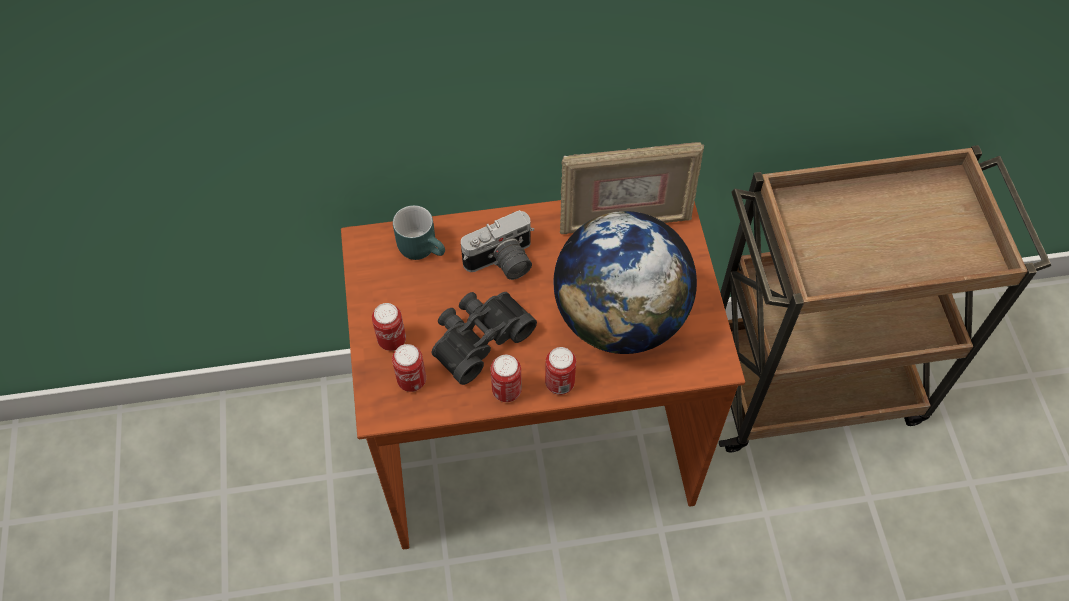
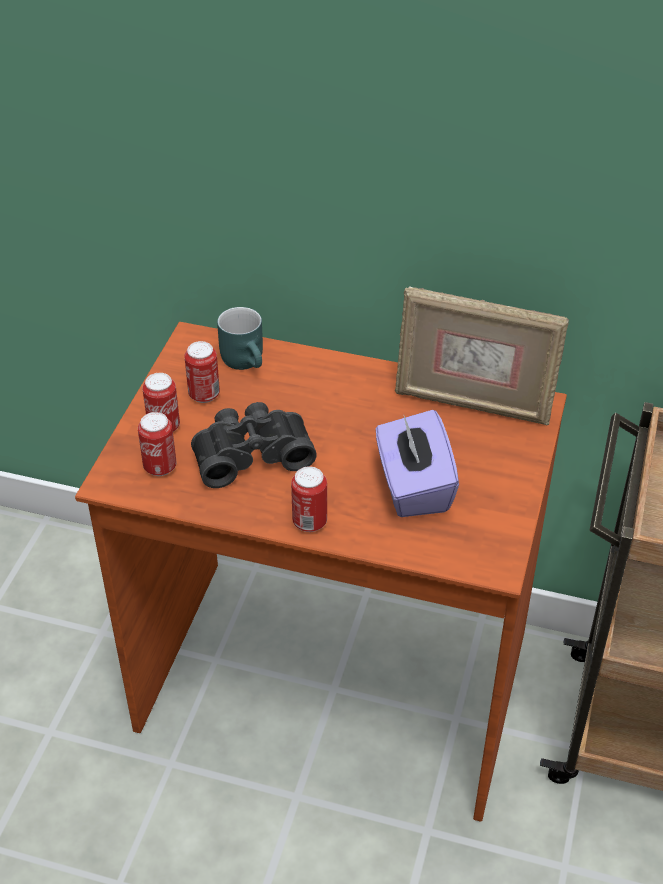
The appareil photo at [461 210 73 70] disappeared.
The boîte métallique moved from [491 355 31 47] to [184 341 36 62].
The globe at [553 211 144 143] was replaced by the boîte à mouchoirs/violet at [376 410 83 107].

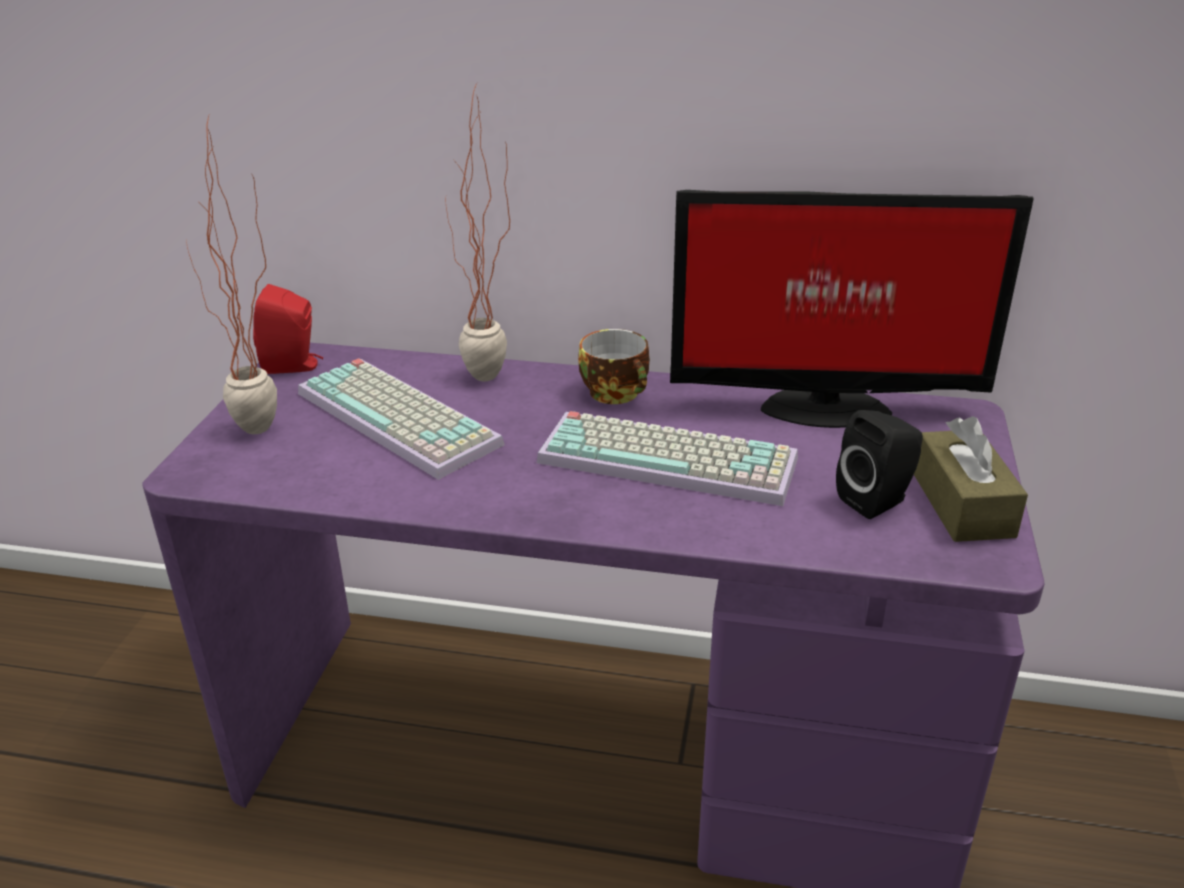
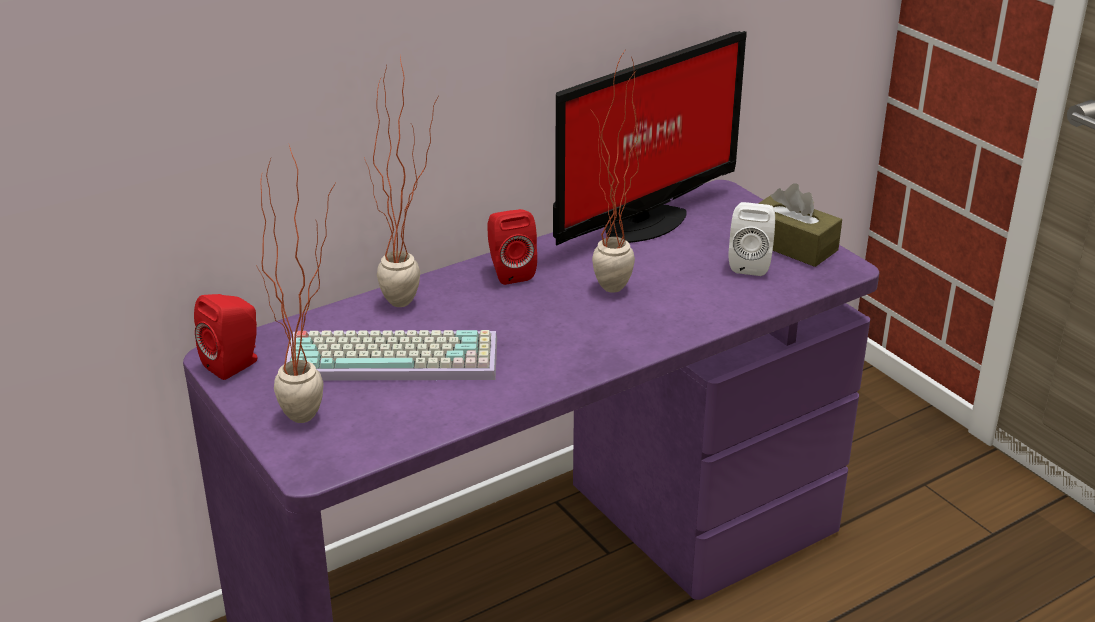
The clavier at [537 411 261 95] was replaced by the plante en pot at [591 48 48 245].
The tasse at [578 329 72 75] was replaced by the enceinte/rouge at [487 209 50 76].
The enceinte/noir at [836 410 87 109] became the enceinte/blanc at [729 202 46 74].

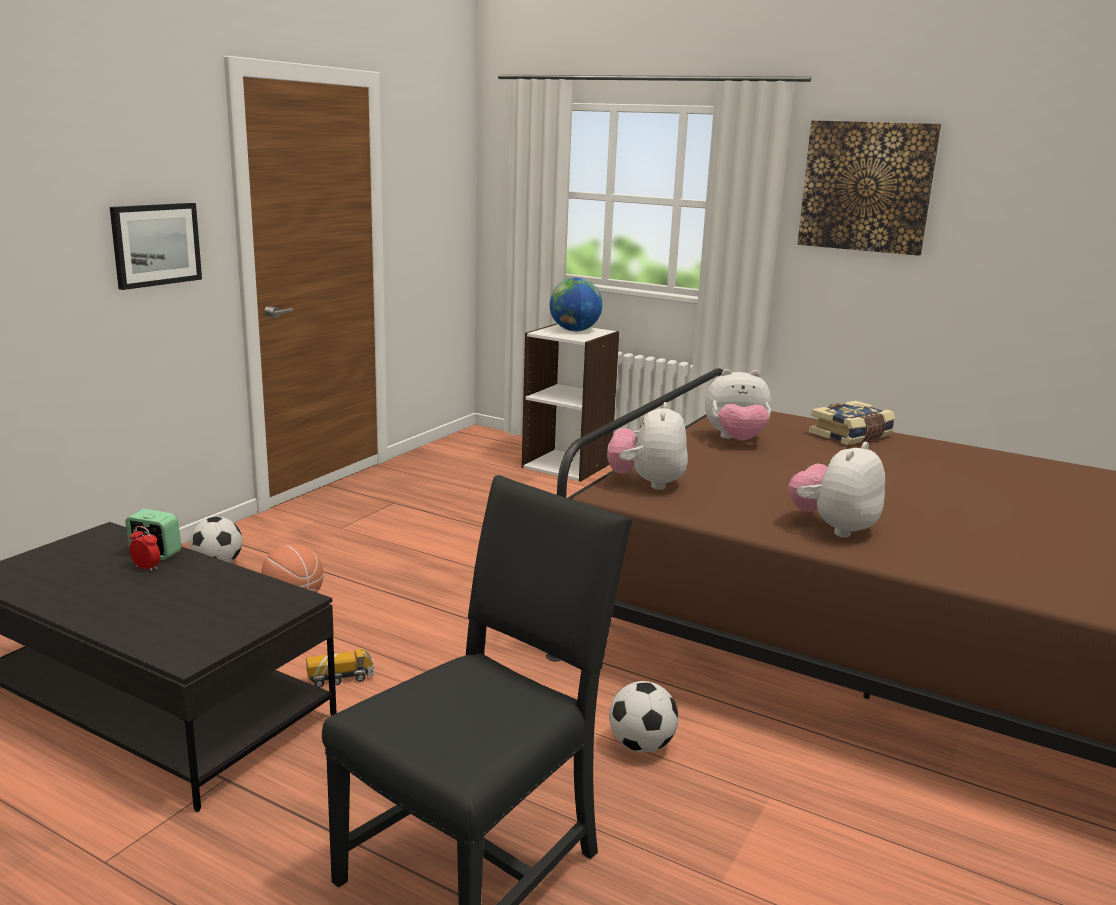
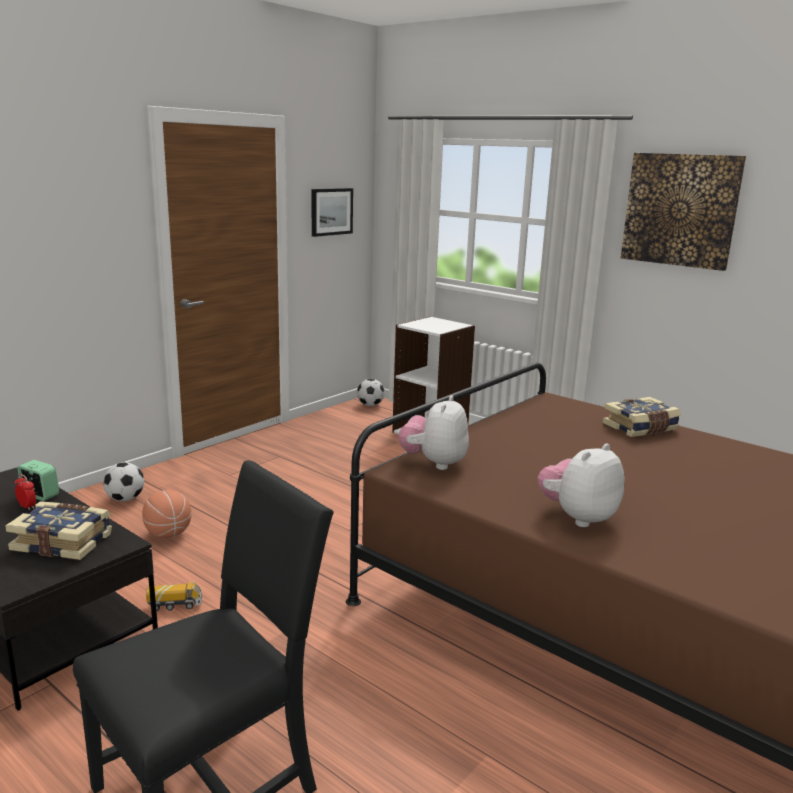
The tableau moved from [110 203 92 87] to [312 188 41 49].
The globe at [550 278 52 53] disappeared.
The ballon de foot moved from [609 681 69 72] to [357 379 28 27].
The peluche at [705 369 66 72] disappeared.
The livre at [5 501 107 59] appeared.

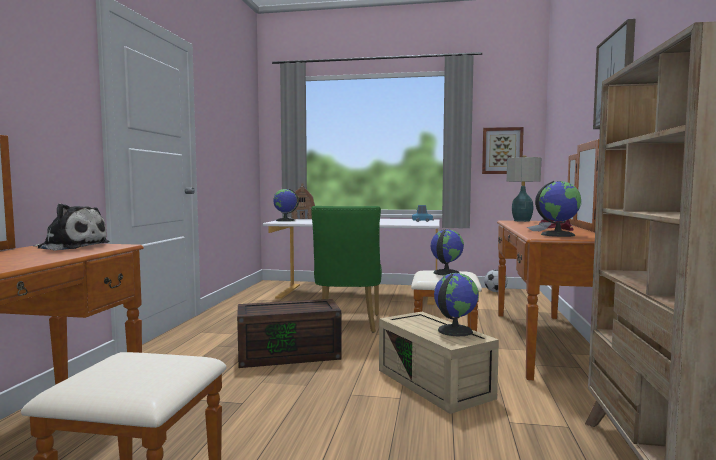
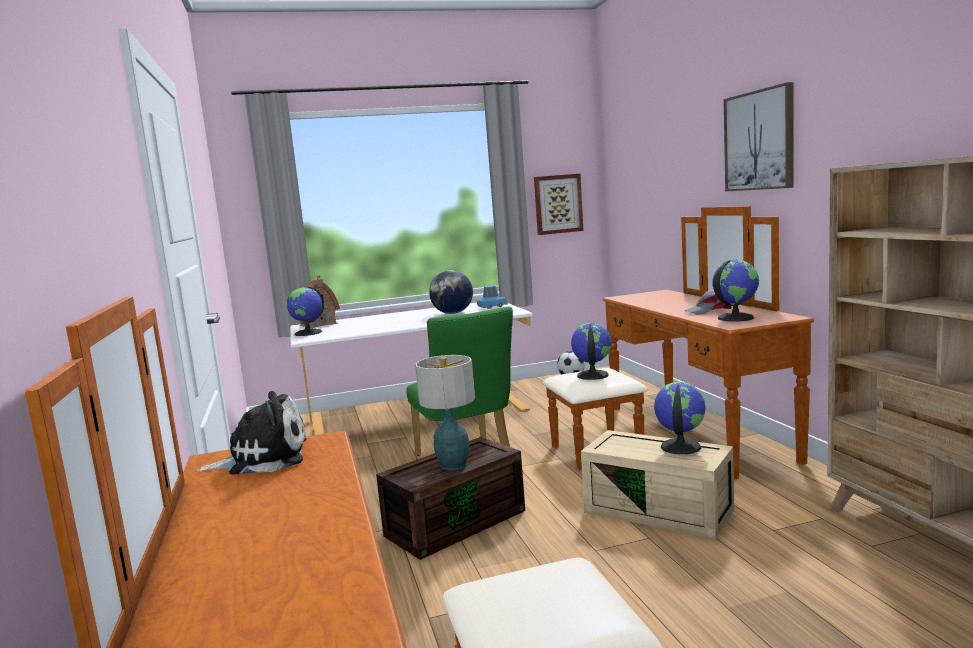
The lampe de table moved from [507 156 34 66] to [415 355 60 116].
The globe at [429 270 44 44] appeared.

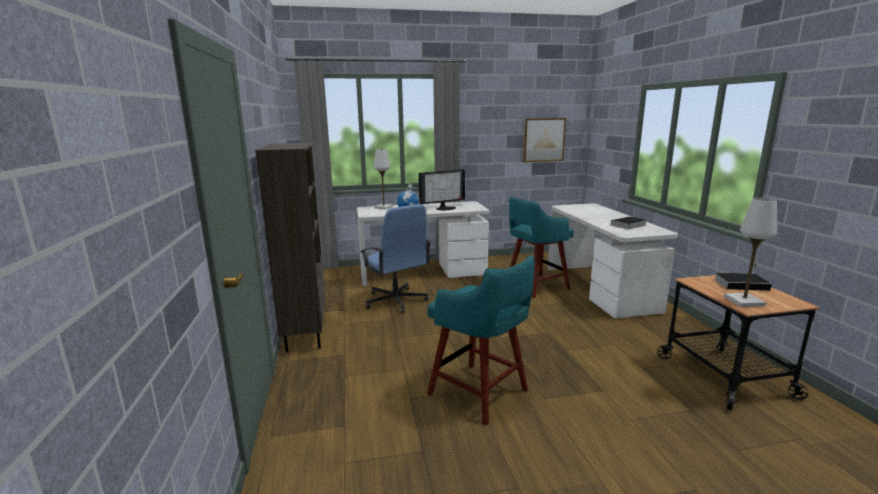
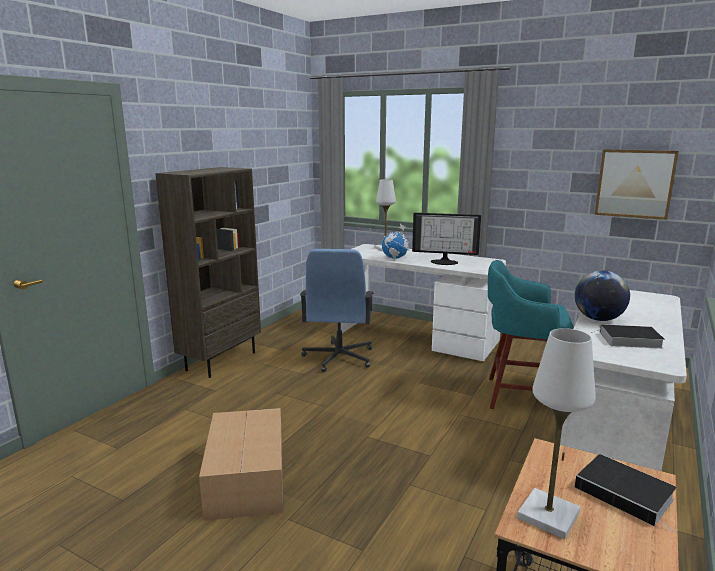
The tabouret/turquoise at [427 255 108 171] was replaced by the carton at [199 408 84 113].
The globe at [575 270 55 51] appeared.

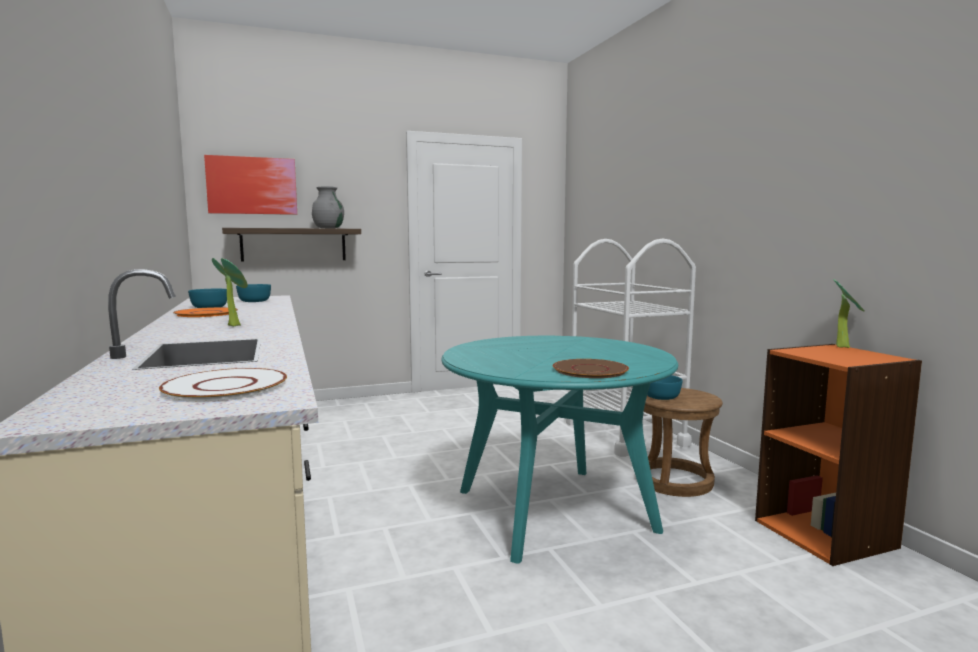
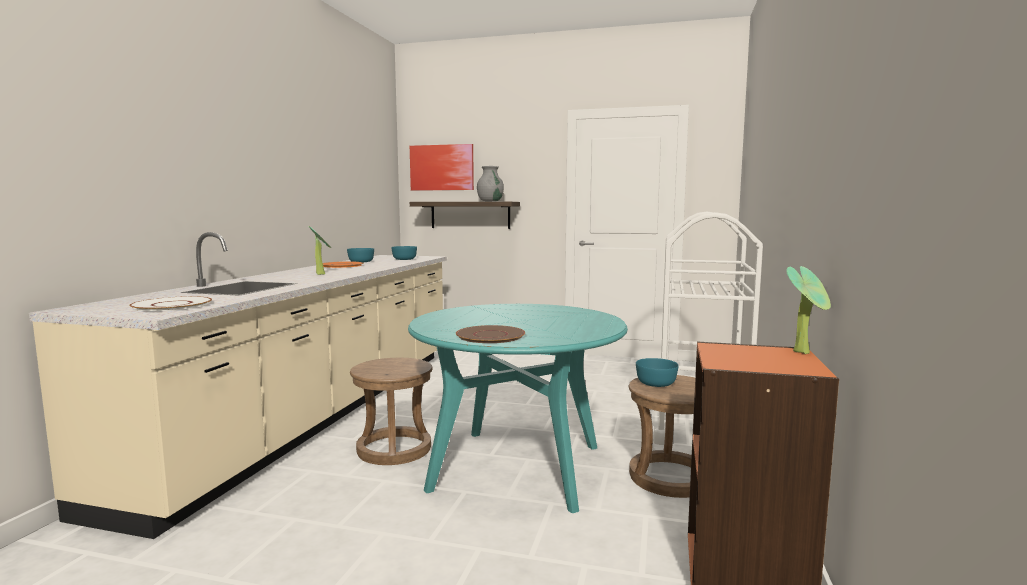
The tabouret/marron at [350 358 83 107] appeared.

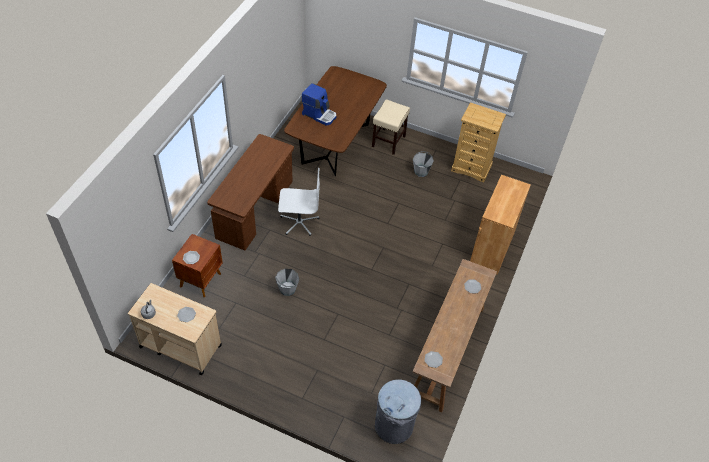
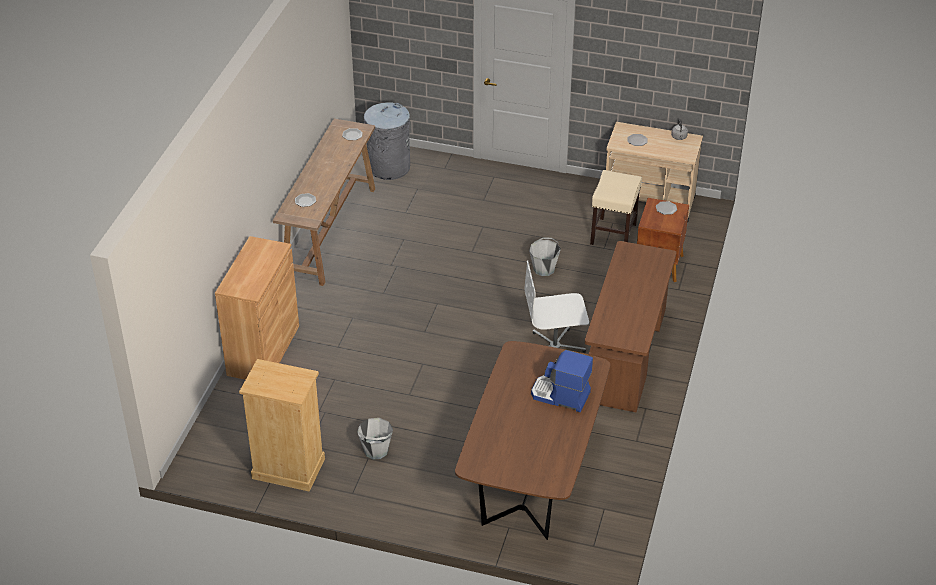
The tabouret/beige moved from [372 99 38 56] to [590 170 52 75].

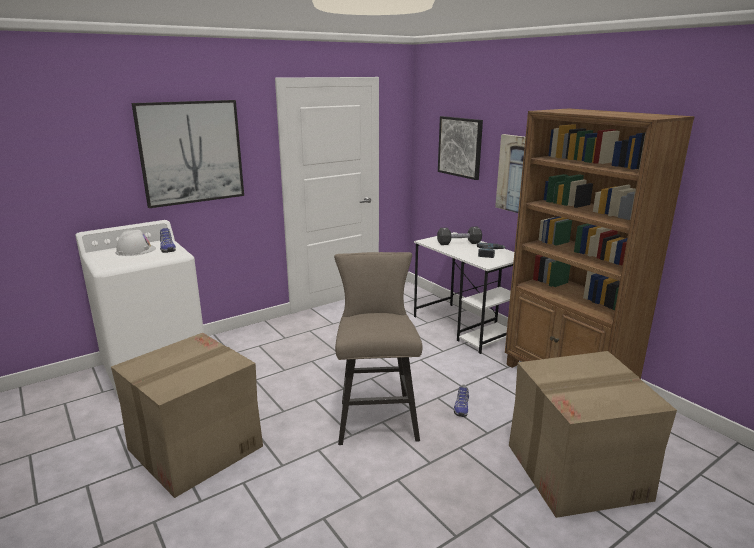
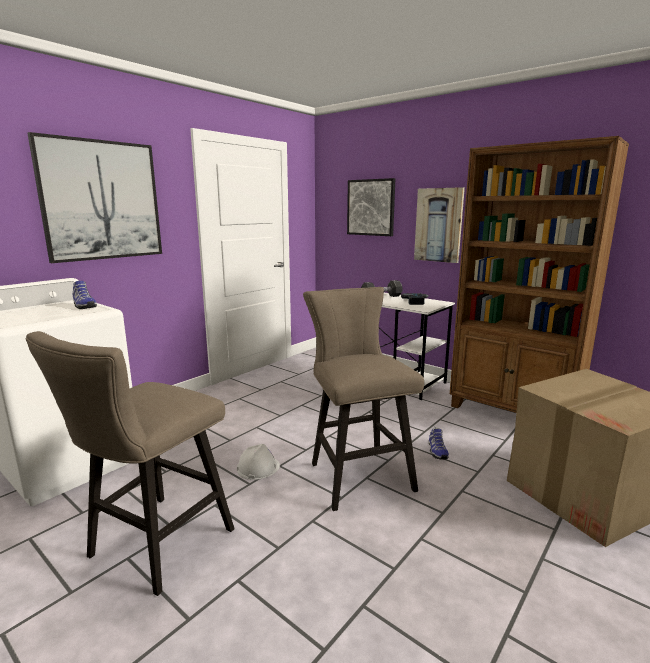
The carton at [111 333 152 165] was replaced by the tabouret/beige at [26 331 209 265].
The casque de chantier/blanc moved from [116 230 40 26] to [237 444 43 36].

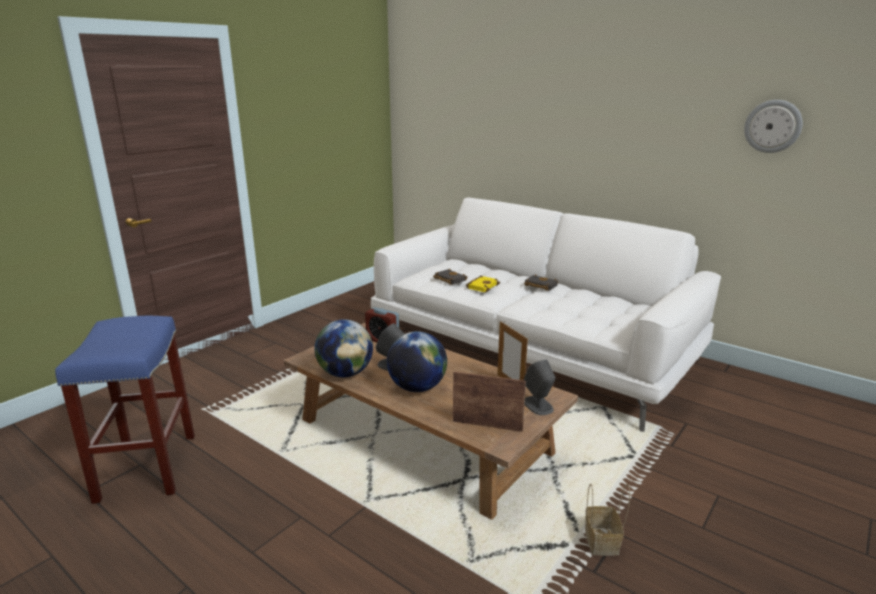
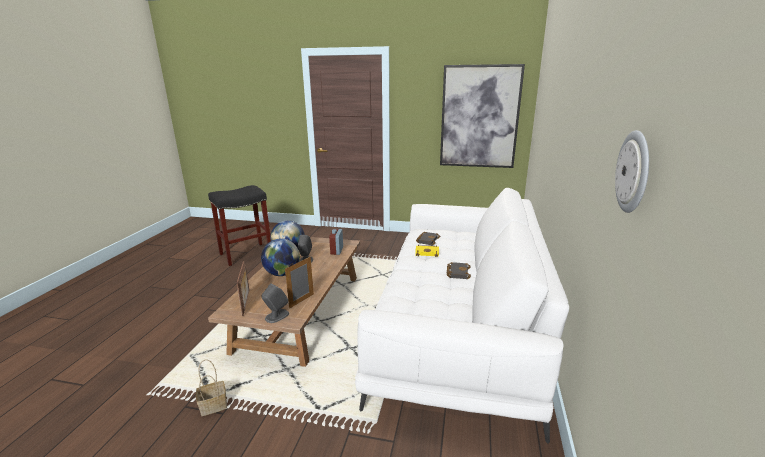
The tabouret/bleu at [55 316 140 188] became the tabouret/noir at [208 185 63 81].
The tableau at [440 64 85 104] appeared.

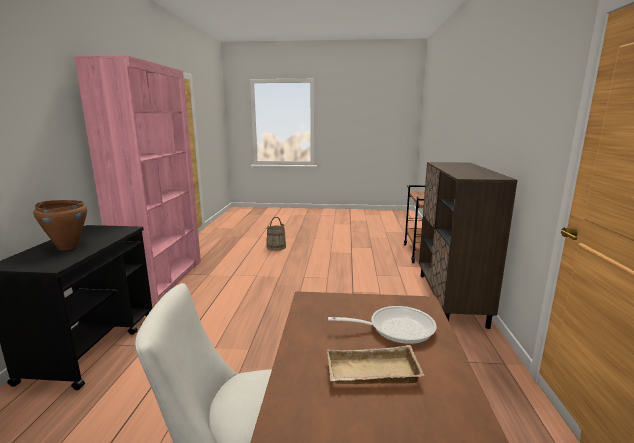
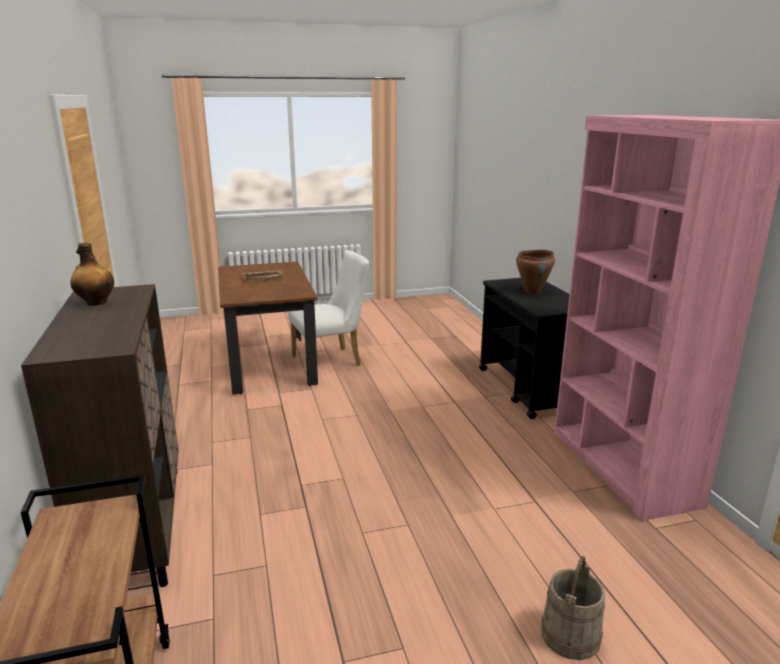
The poêle at [328 306 109 38] disappeared.
The bouteille at [70 242 44 64] appeared.

